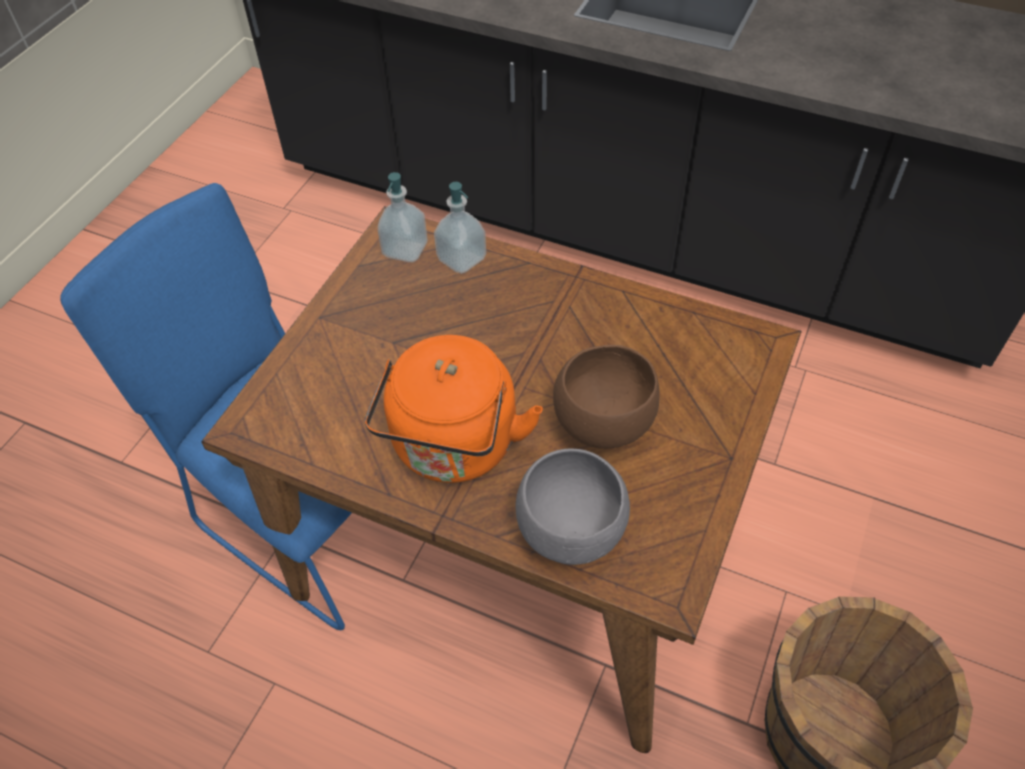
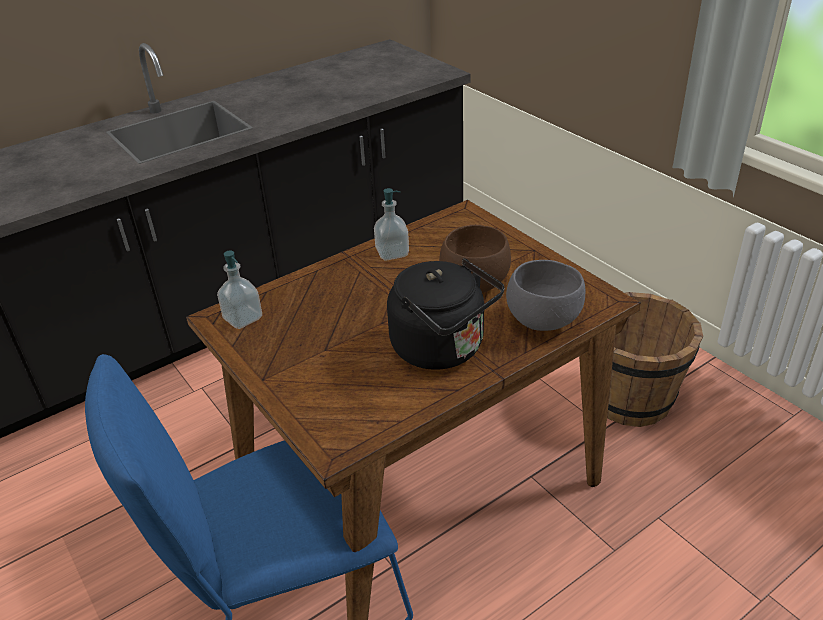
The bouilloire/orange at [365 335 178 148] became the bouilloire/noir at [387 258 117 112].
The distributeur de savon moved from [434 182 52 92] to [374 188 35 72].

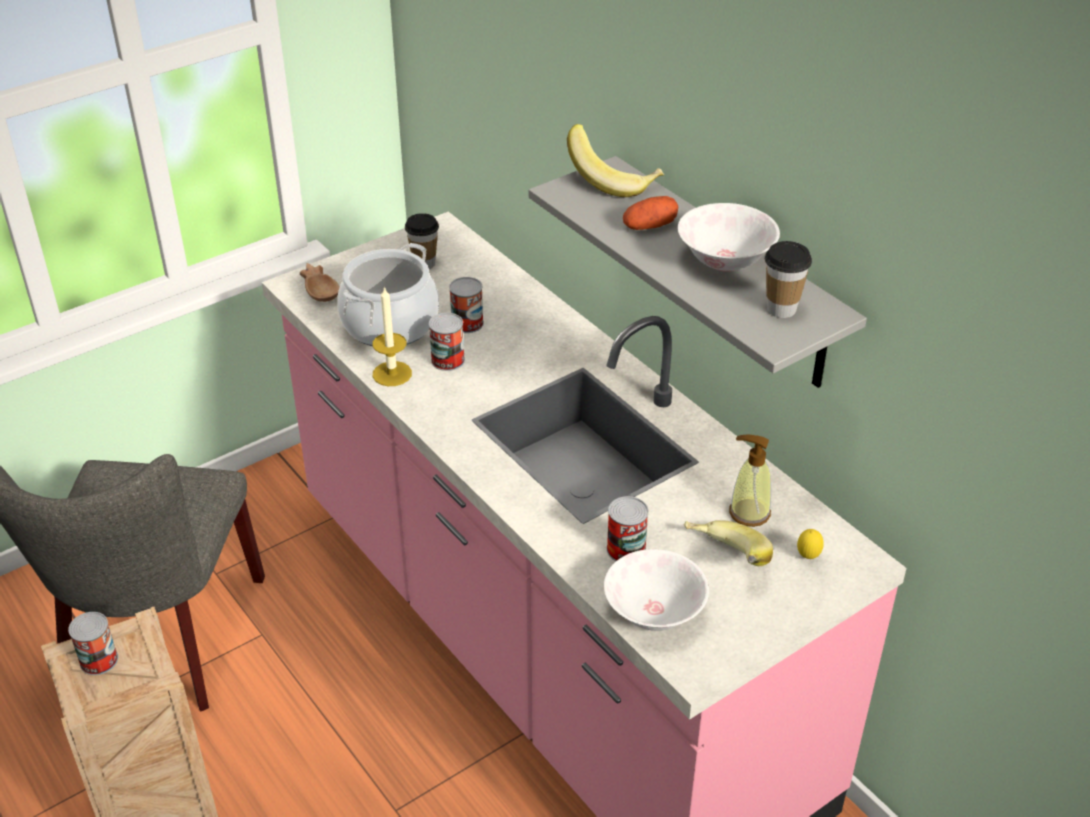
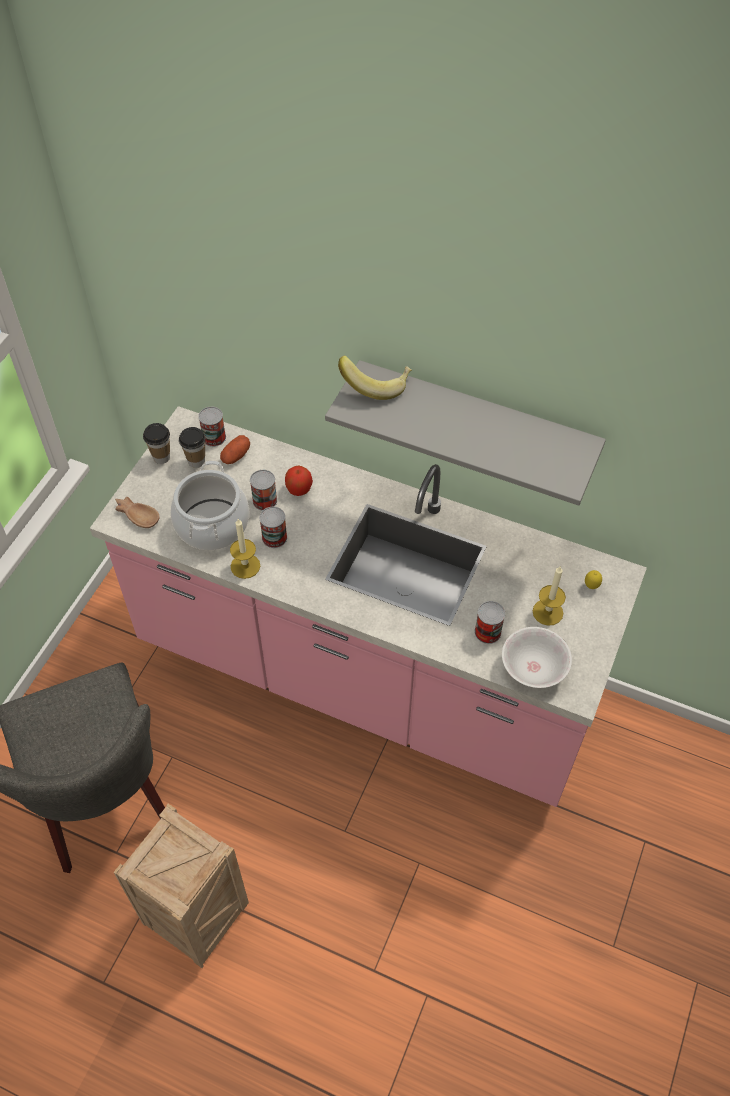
The boîte métallique moved from [68 612 50 63] to [198 407 28 40].
The pomme de terre moved from [623 196 56 34] to [220 435 30 29].
The bol/blanc at [678 203 102 69] disappeared.
The banane at [684 520 89 46] was replaced by the bougie at [533 567 33 59].
The distributeur de savon at [729 434 42 93] disappeared.
The tasse moved from [765 241 47 77] to [143 423 27 41].
The pomme at [285 465 28 31] appeared.

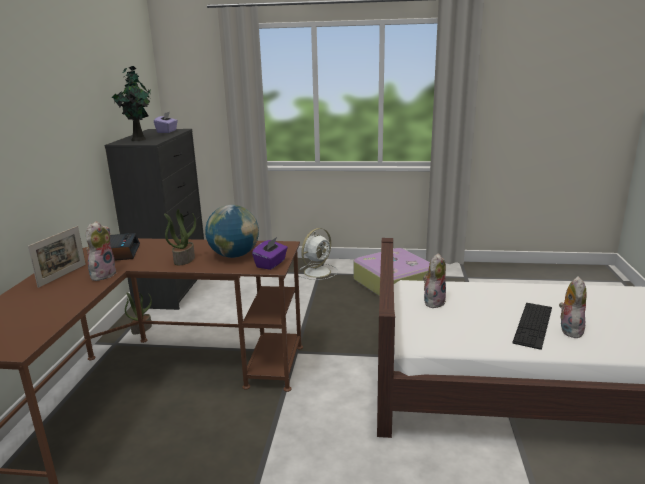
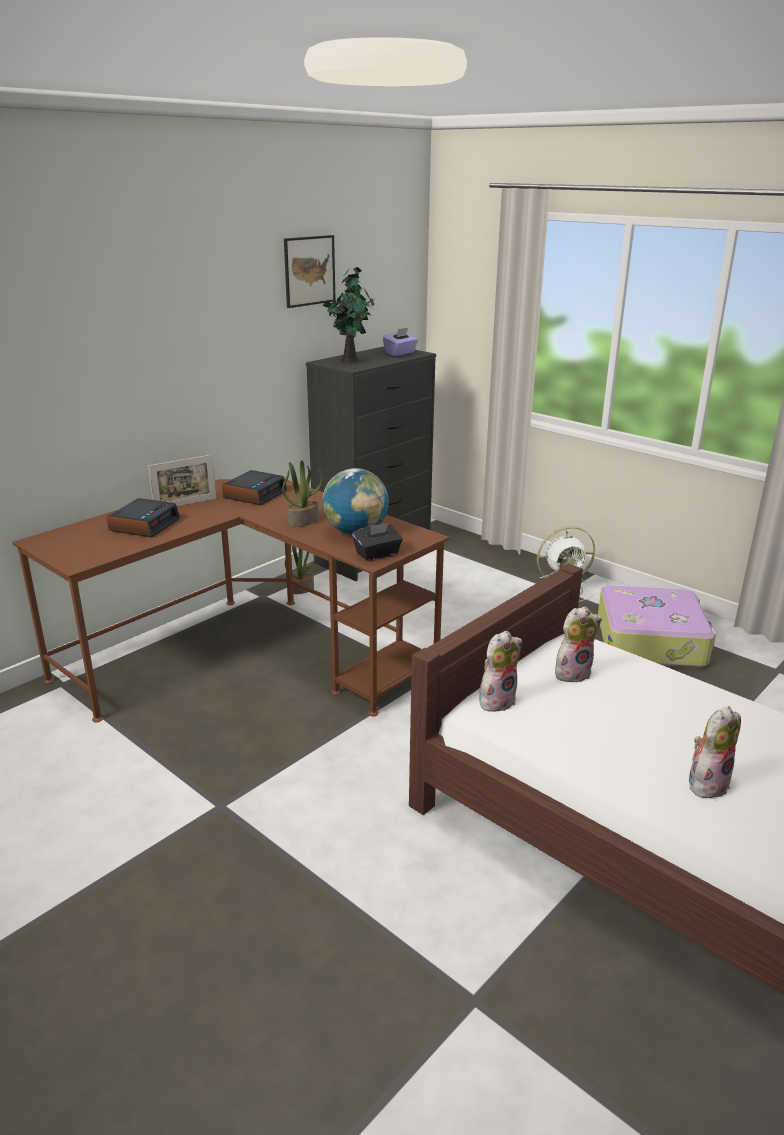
The peluche moved from [86 221 30 60] to [479 631 43 81].
The boîte à mouchoirs/violet at [252 237 36 33] became the boîte à mouchoirs/noir at [352 523 51 38].
The clavier at [512 303 40 47] disappeared.
The réveil at [107 498 73 39] appeared.
The tableau at [284 235 51 73] appeared.

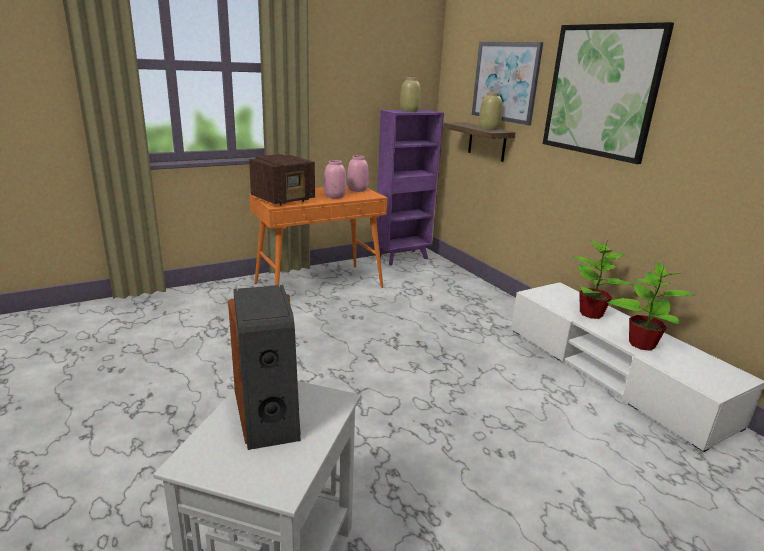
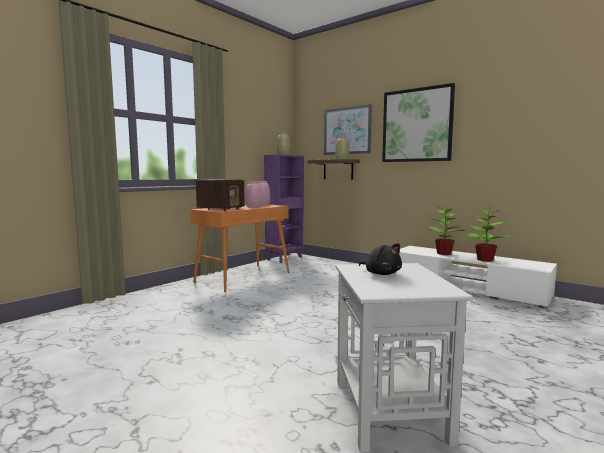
The enceinte at [228 285 73 165] was replaced by the peluche/noir at [359 243 43 32].

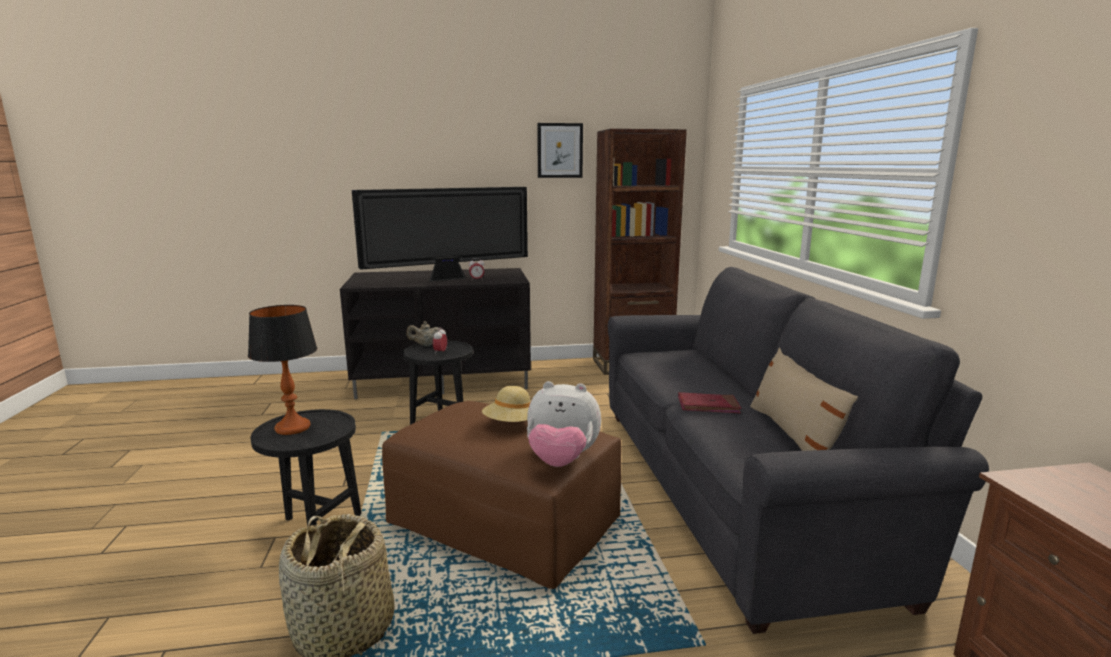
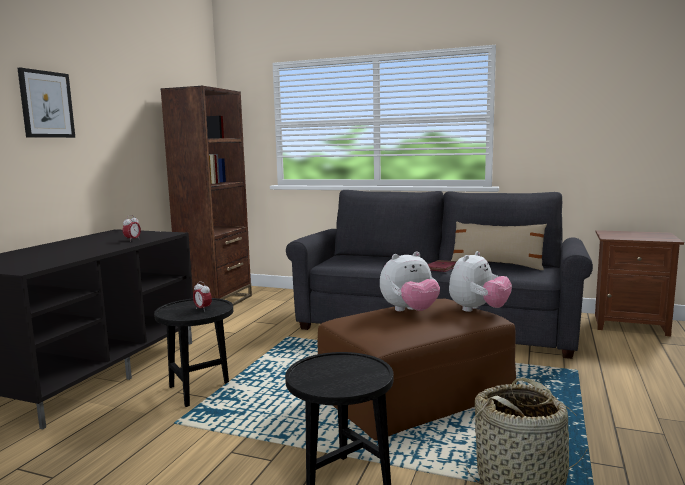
The lampe de table at [248 305 69 130] disappeared.
The téléviseur at [352 187 176 95] disappeared.
The théière/beige at [406 321 35 25] disappeared.
The chapeau/beige at [482 386 48 36] was replaced by the peluche at [380 252 60 59].
The tableau moved from [537 123 46 55] to [17 67 58 71].

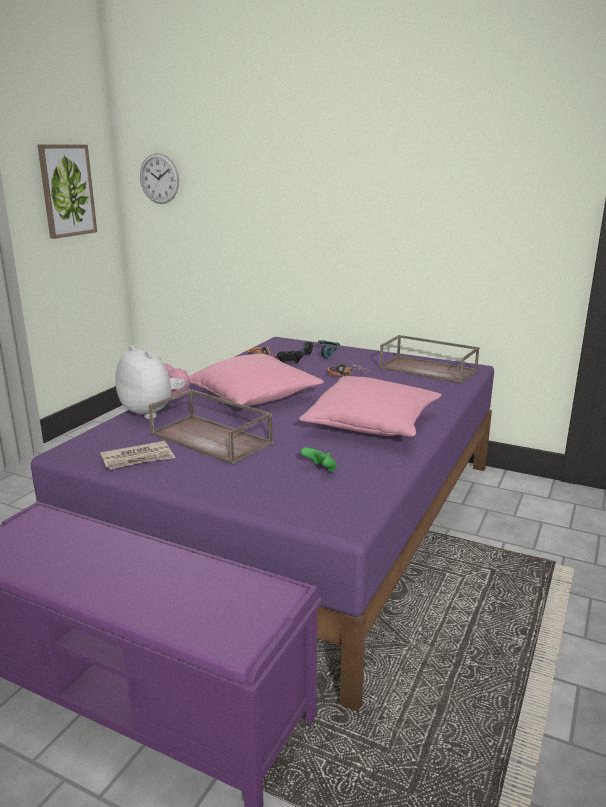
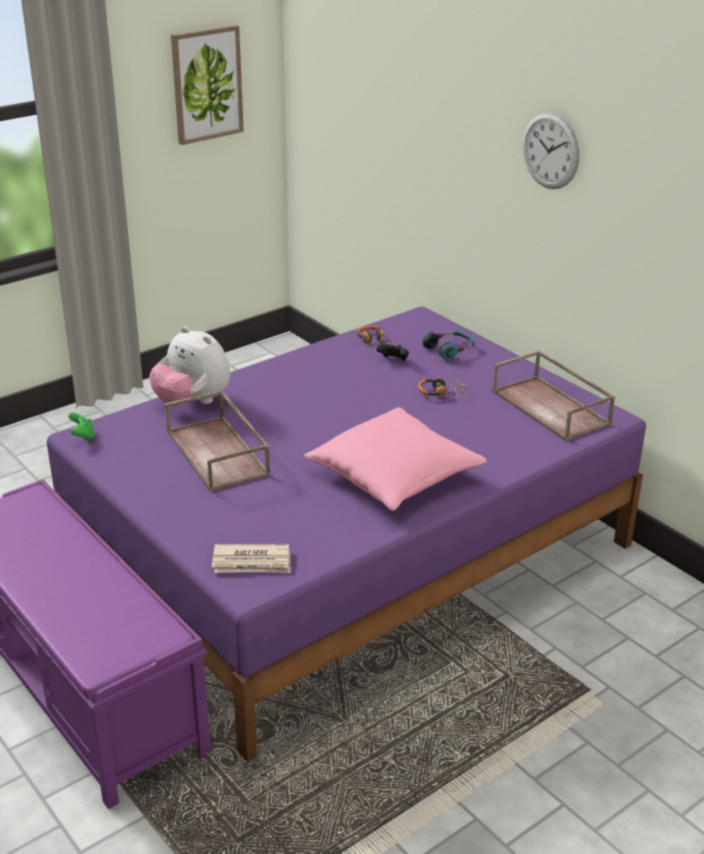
The journal moved from [100 441 75 28] to [212 544 79 29].
The peluche at [116 345 74 74] turned 150 degrees clockwise.
The horloge murale moved from [140 153 39 51] to [522 112 58 77].
The coussin/rose at [189 354 135 52] disappeared.
The manette/vert moved from [301 447 36 25] to [68 412 27 29].

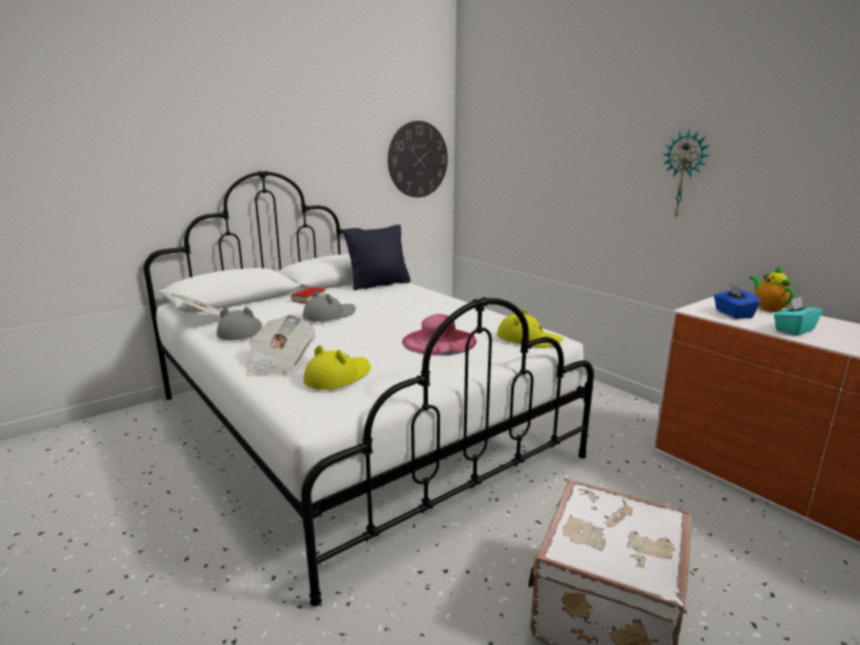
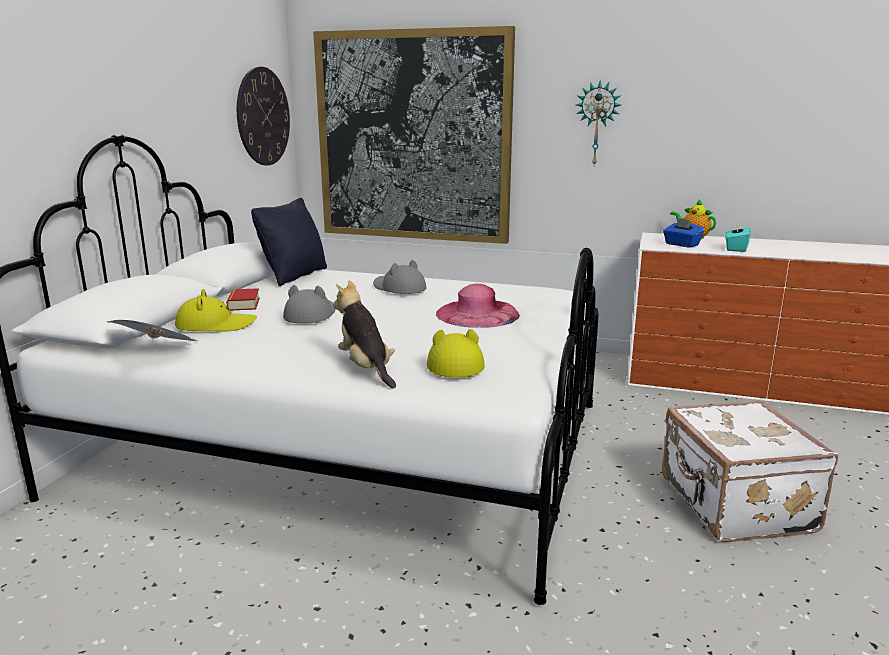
The chapeau/gris moved from [217 307 45 33] to [373 260 53 34].
The journal at [247 314 69 63] was replaced by the peluche at [333 280 63 108].
The chapeau/jaune moved from [497 308 66 40] to [175 289 82 42].
The tableau at [313 26 202 218] appeared.

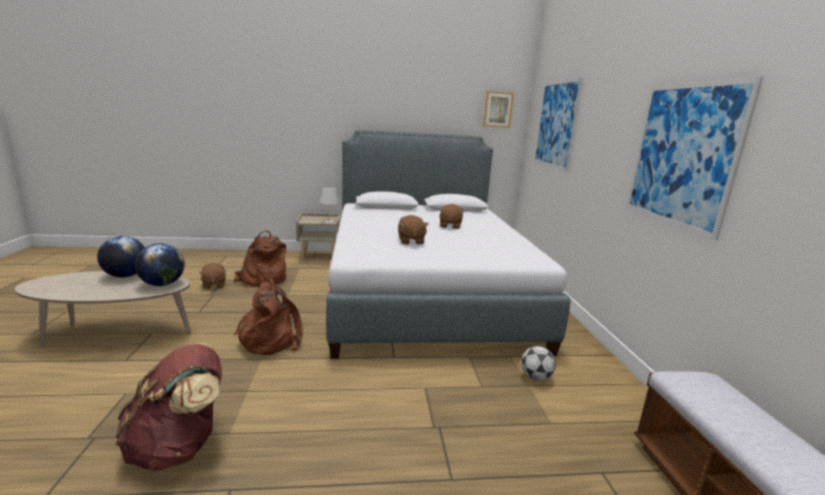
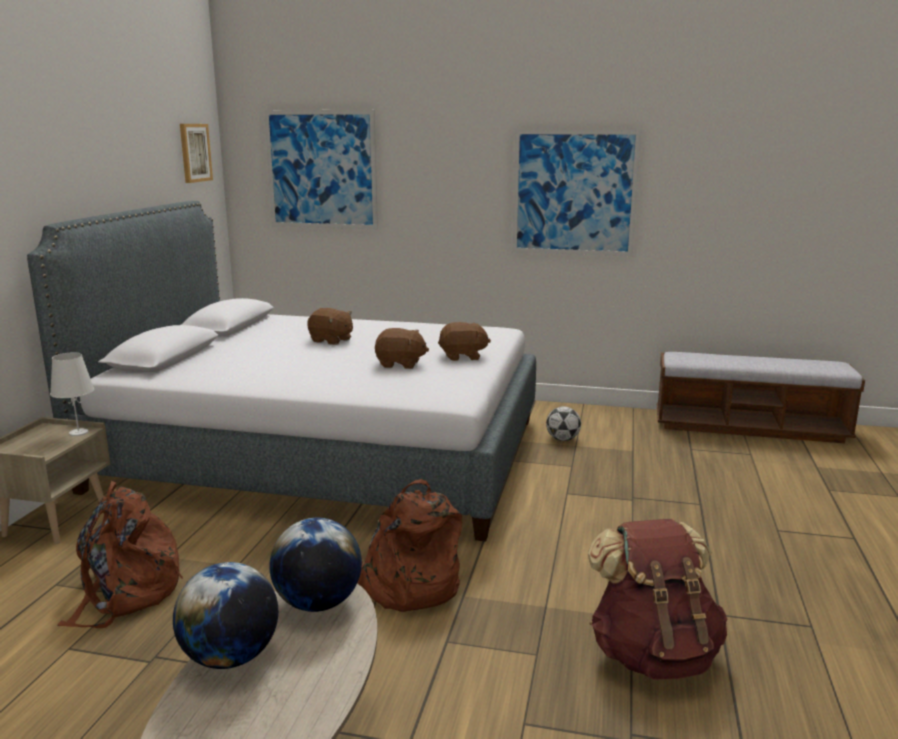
The peluche/marron moved from [199 263 27 26] to [438 322 53 39].

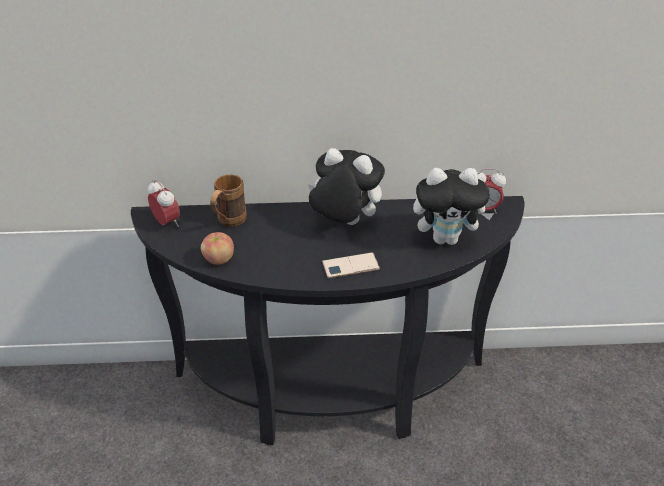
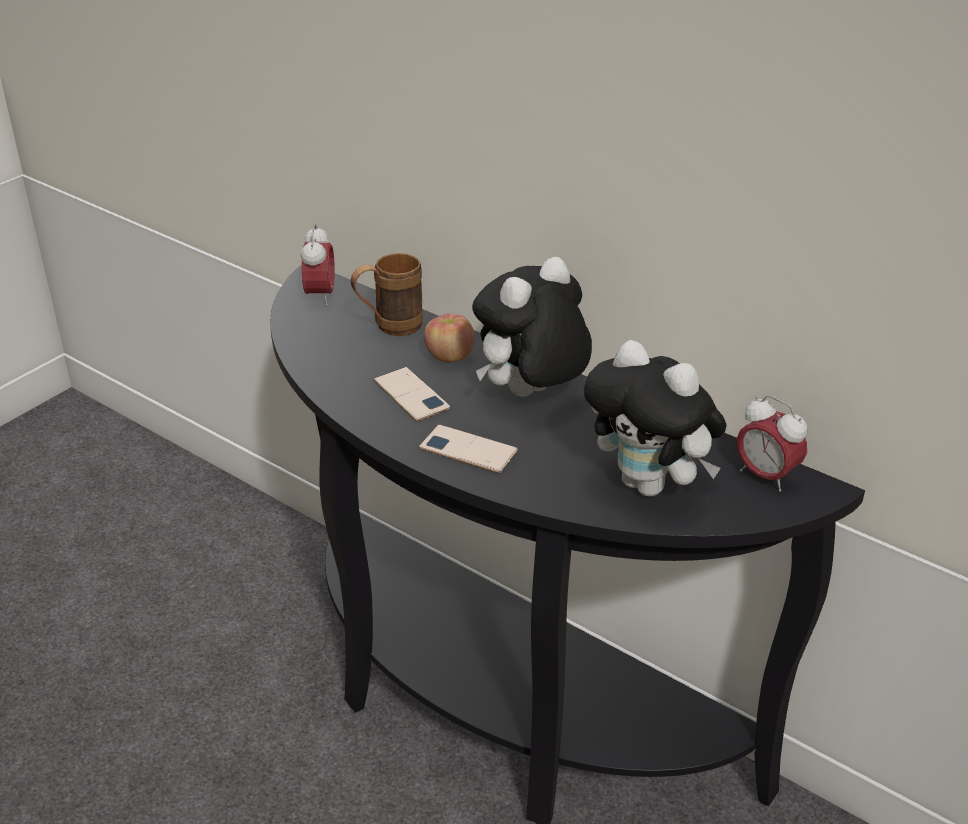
The pomme moved from [201 232 33 33] to [424 314 51 48].
The peluche at [308 148 77 77] turned 105 degrees counterclockwise.
The téléphone at [374 367 76 54] appeared.

